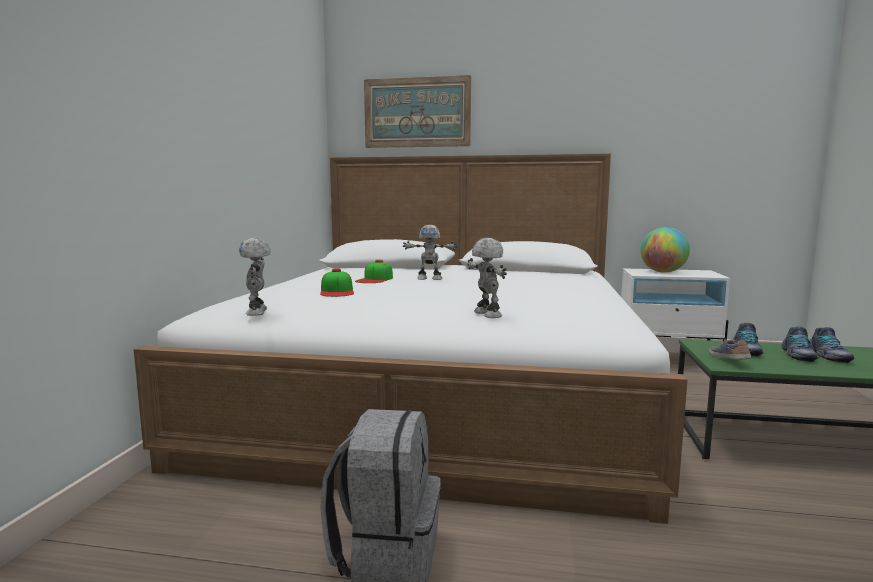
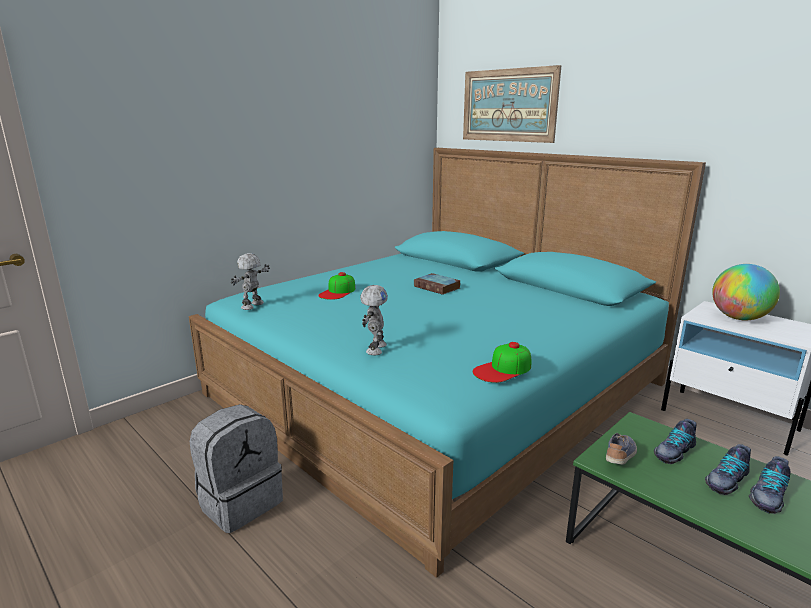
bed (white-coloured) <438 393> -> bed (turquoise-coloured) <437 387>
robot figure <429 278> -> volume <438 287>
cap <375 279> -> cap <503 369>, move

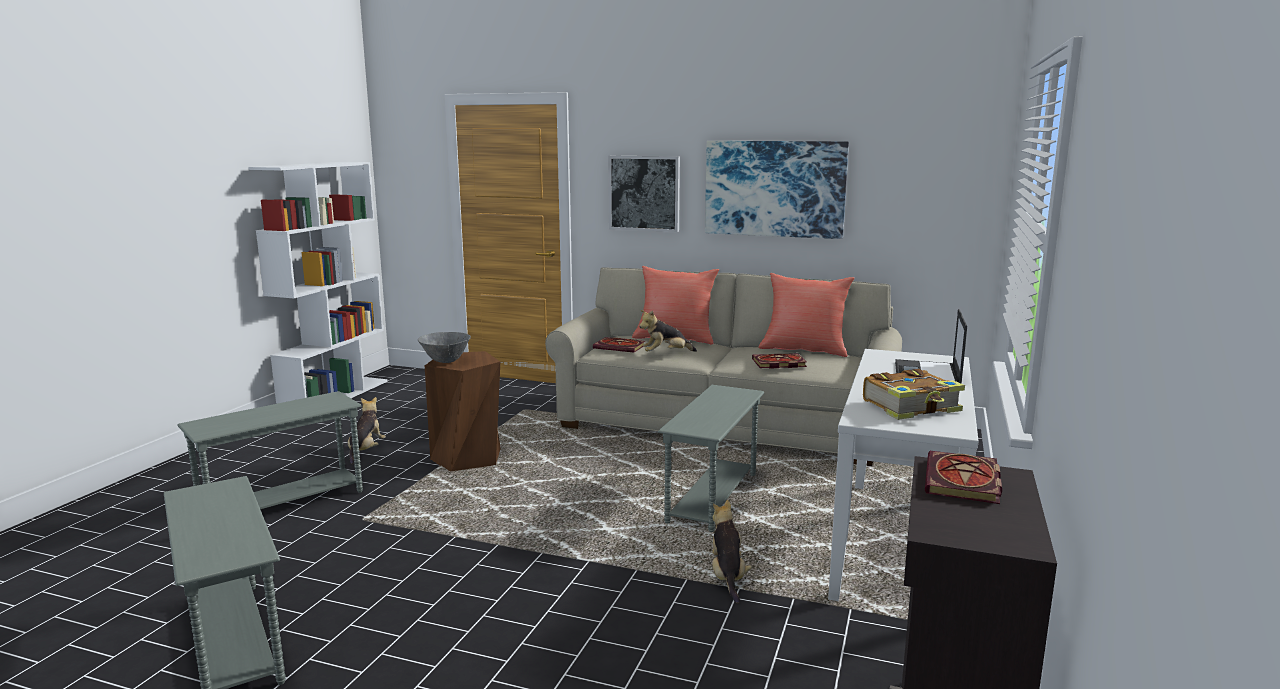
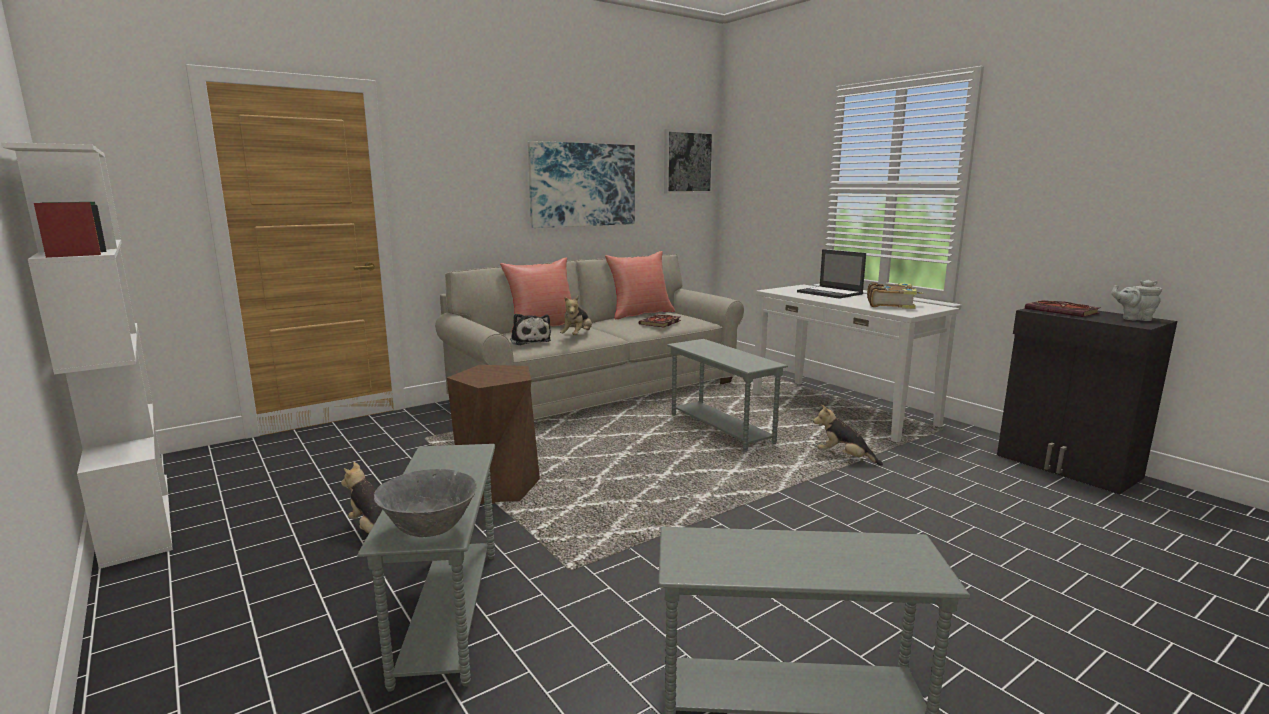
wall art <644 193> -> wall art <687 162>, move
serving bowl (greyish) <445 361> -> serving bowl (greyish) <429 531>, move
volume <621 347> -> plush toy <530 341>
none -> tea pot (greyish) <1134 318>

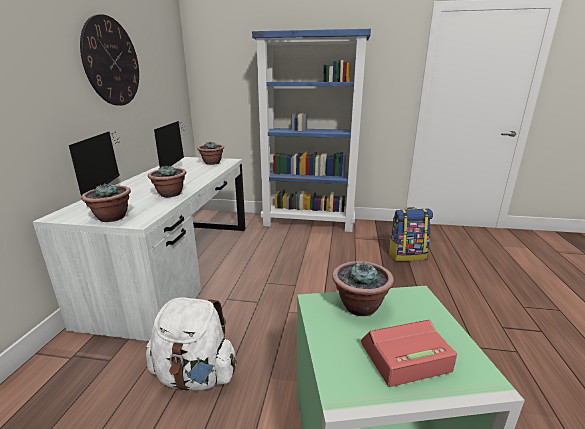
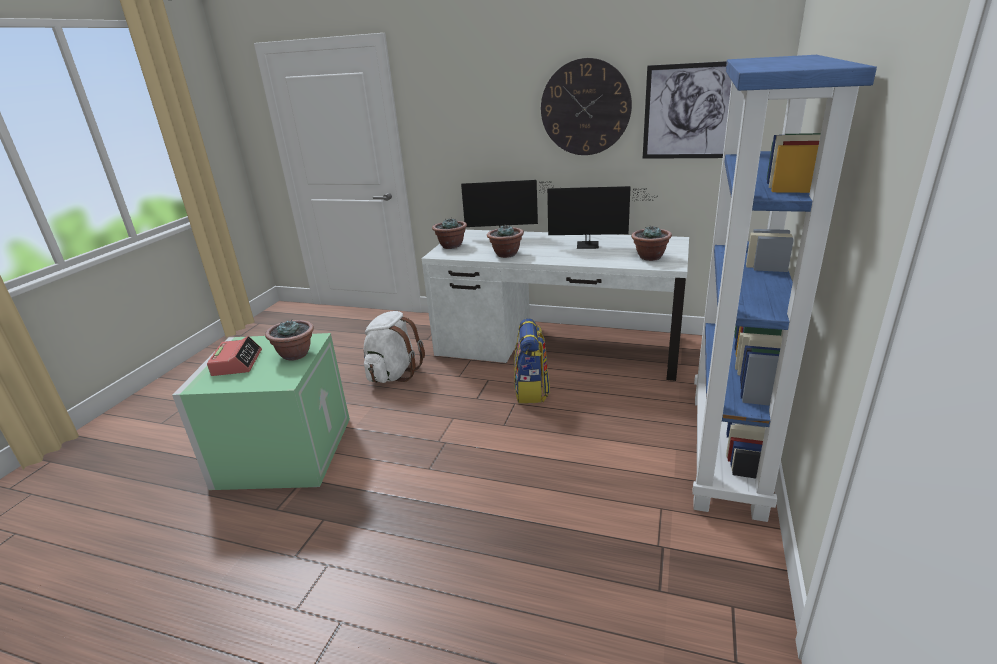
rucksack <407 255> -> rucksack <532 390>, move
none -> wall art <691 112>

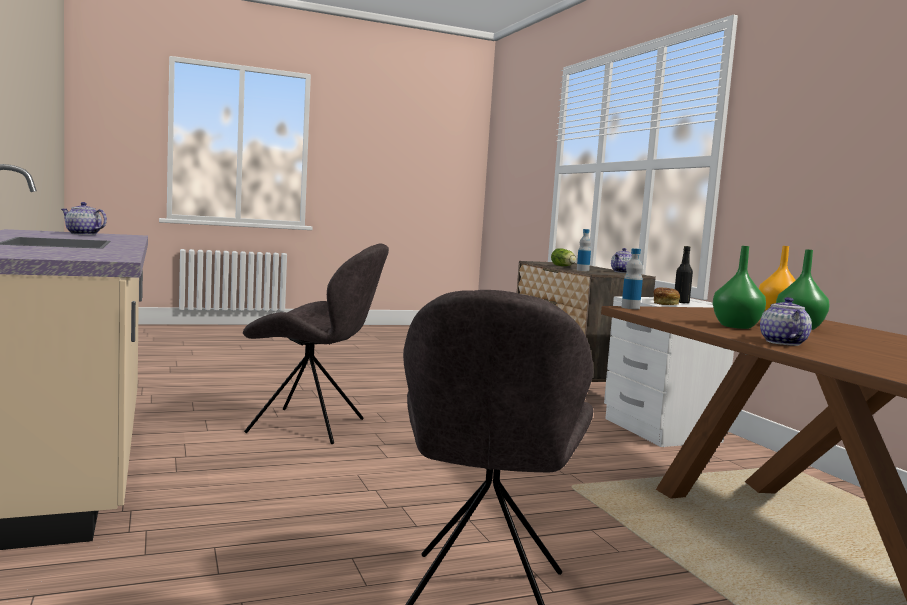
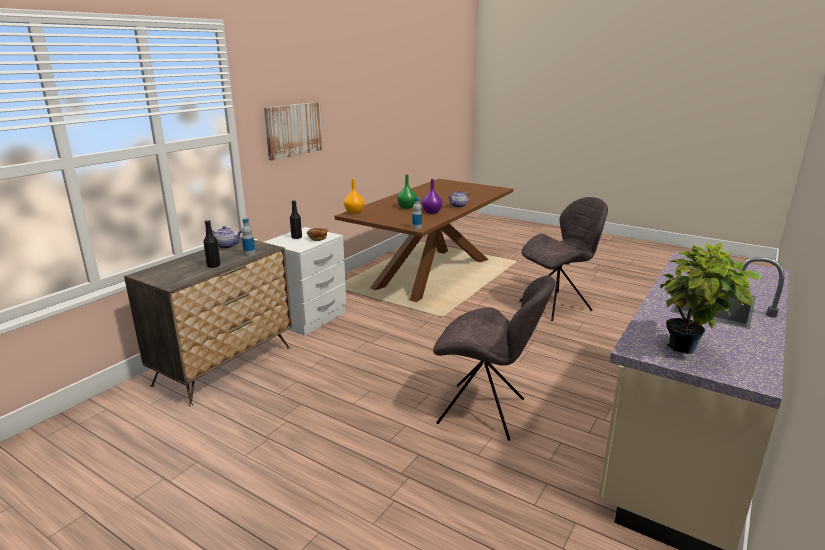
tea pot <82 234> -> houseplant <688 351>
plain chair (greyish) <311 426> -> plain chair (greyish) <485 412>, 135 degrees clockwise
flower vase (green-coloured) <735 326> -> flower vase (purple-coloured) <432 212>
lettuce <563 266> -> beverage bottle (black) <213 266>
none -> wall art <293 130>

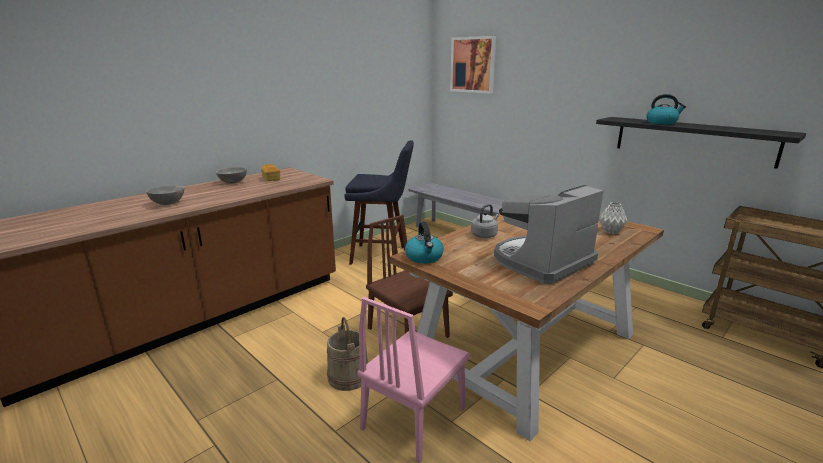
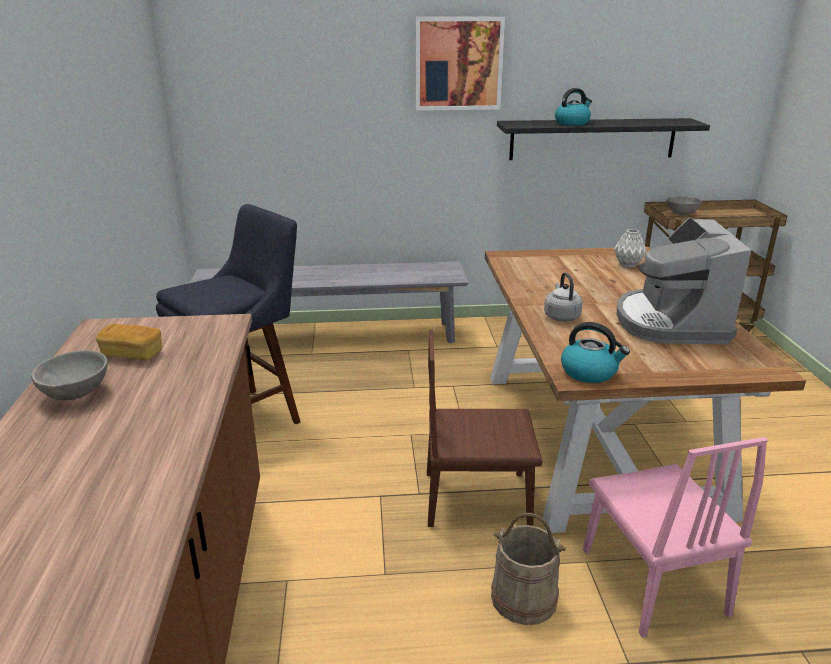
wall art <473 65> -> wall art <458 64>, move
serving bowl (greyish) <167 203> -> serving bowl (greyish) <680 214>, move

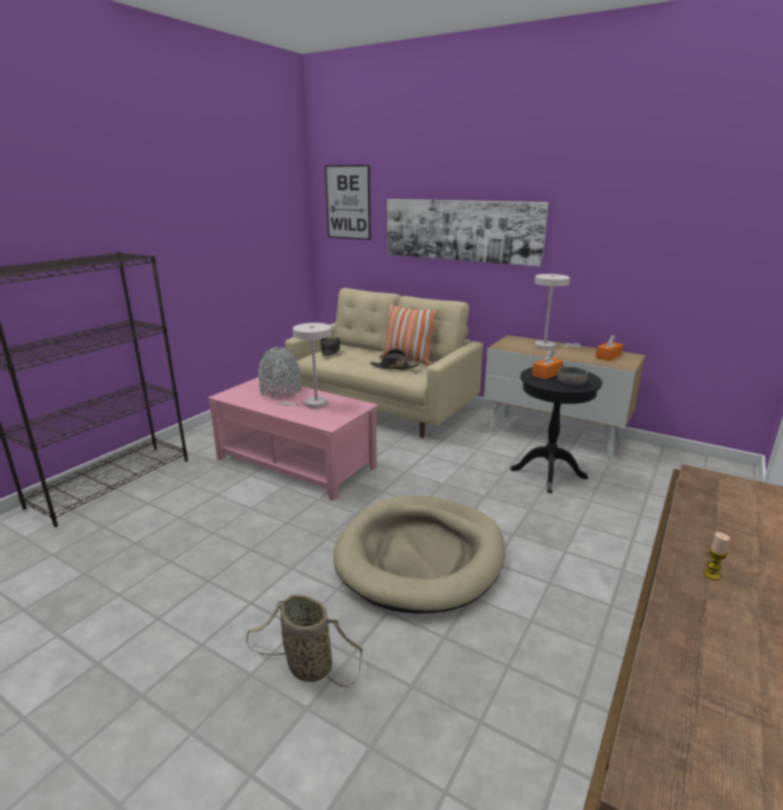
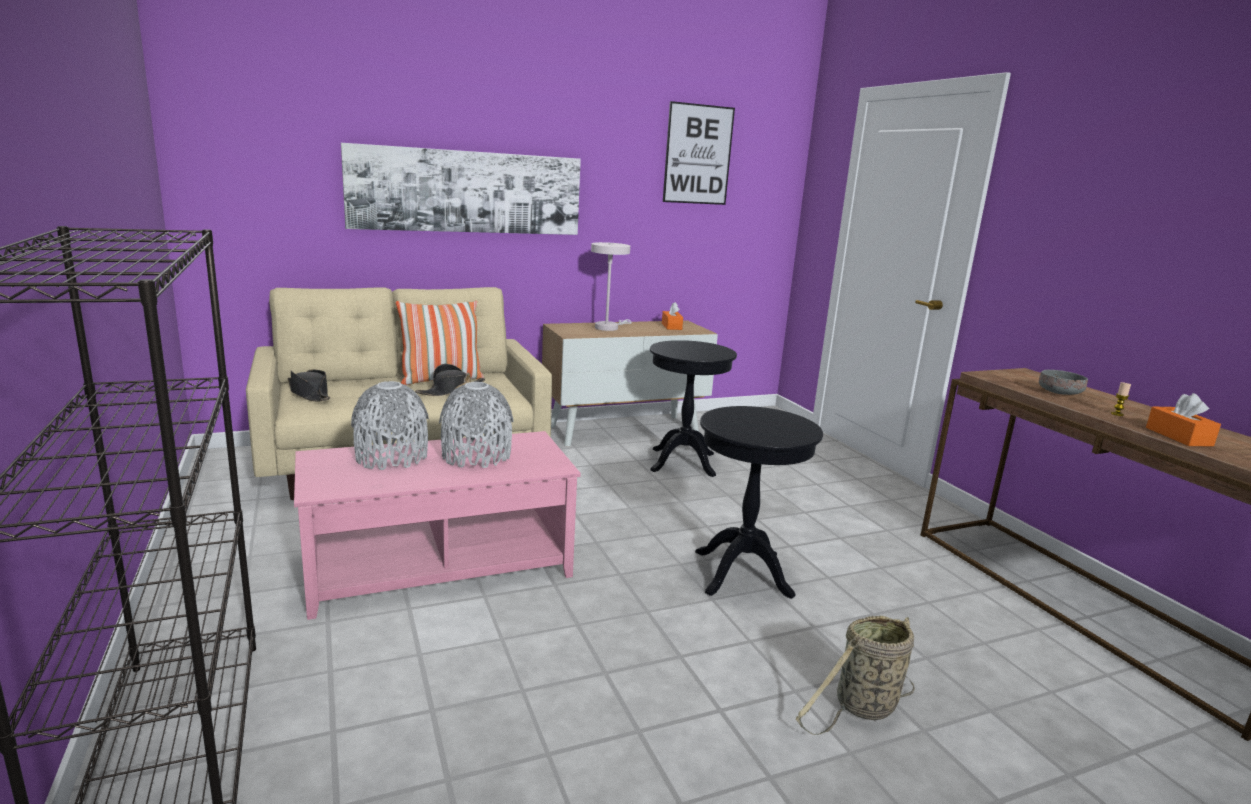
wall art <348 202> -> wall art <698 154>, move
table lamp (white-coloured) <311 404> -> flower vase (greyish) <476 456>
box of tissues (orange-coloured) <546 374> -> box of tissues (orange-coloured) <1178 436>, move
serving bowl (greyish) <572 383> -> serving bowl (greyish) <1059 393>, move
dog bed (sand-coloured) <420 556> -> end table (black) <742 573>

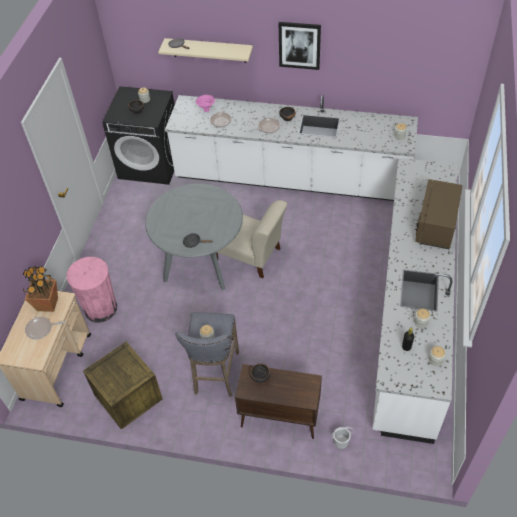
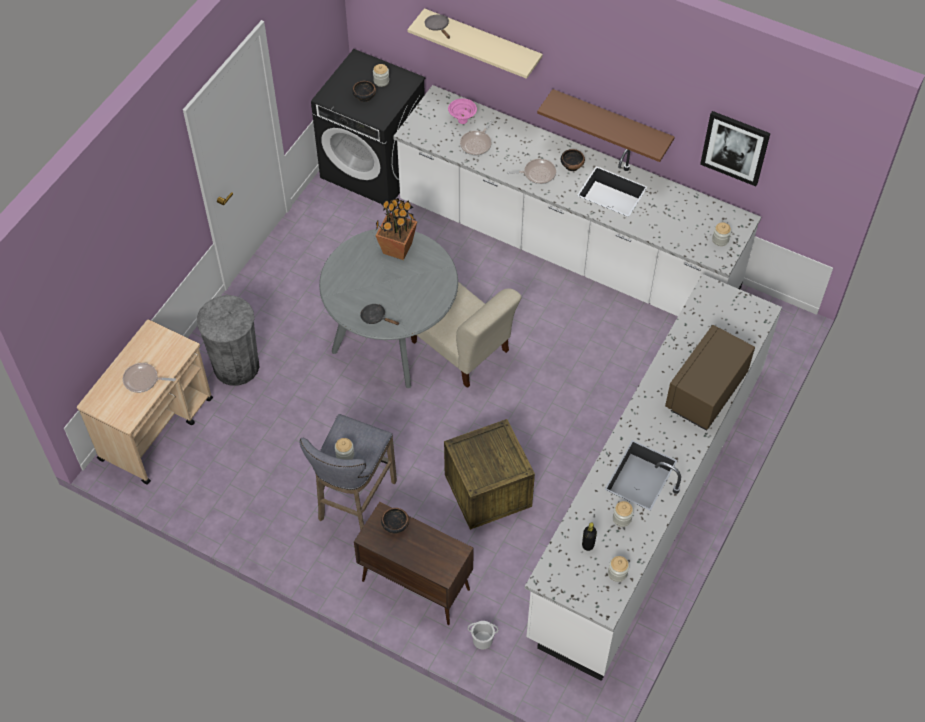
wall art <299 45> -> wall art <735 147>, move
trash can (pink) <100 309> -> trash can (greyish) <236 366>
houseplant <47 304> -> houseplant <397 248>, move
packing crate <128 397> -> packing crate <488 490>, move
none -> wall shelf (brown-coloured) <611 123>

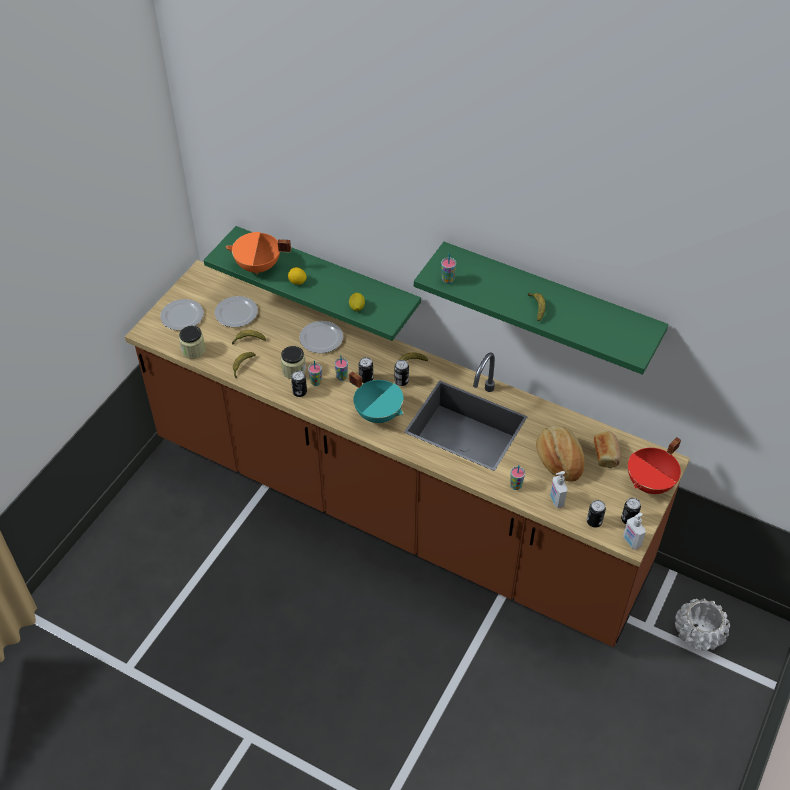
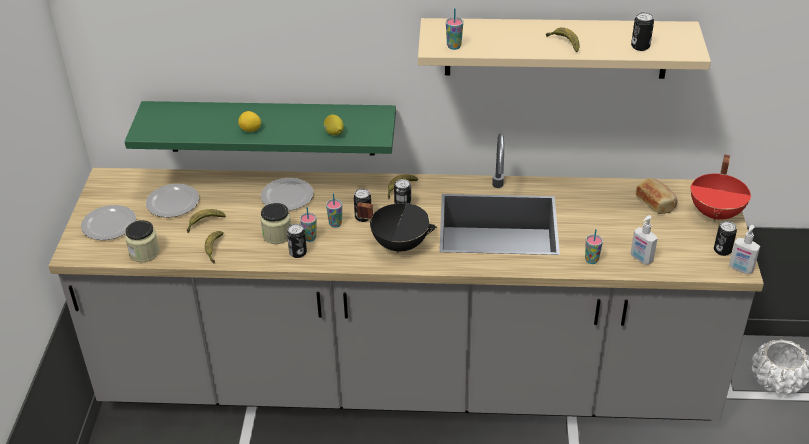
saucepot (orange-coloured) <258 267> -> none
wall shelf (green-coloured) <549 301> -> wall shelf (sand-coloured) <556 48>
kitchen counter (brown-coloured) <394 508> -> kitchen counter (greyish) <407 381>
saucepot (turquoise-coloured) <379 413> -> saucepot (black) <400 243>
bread <559 460> -> none
can <594 521> -> can <640 46>, move

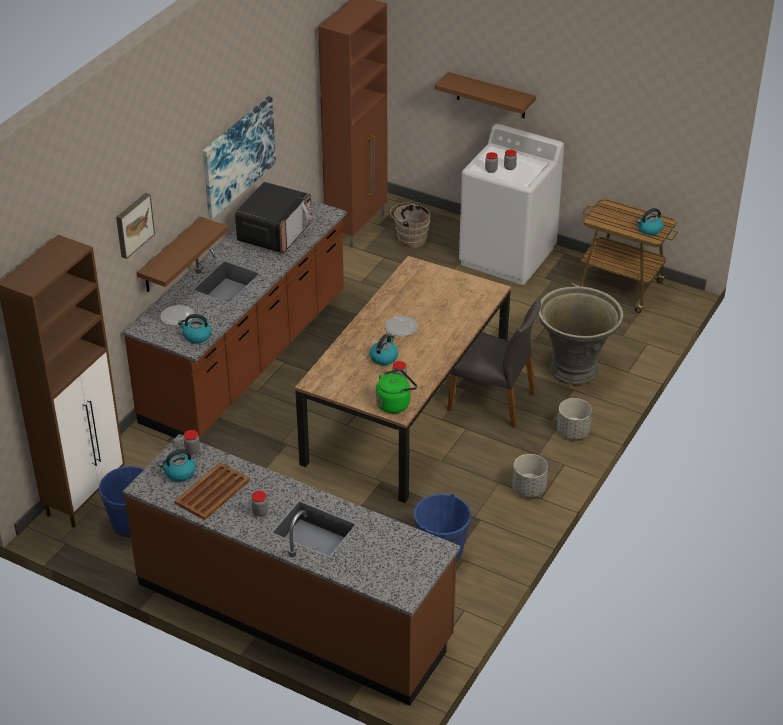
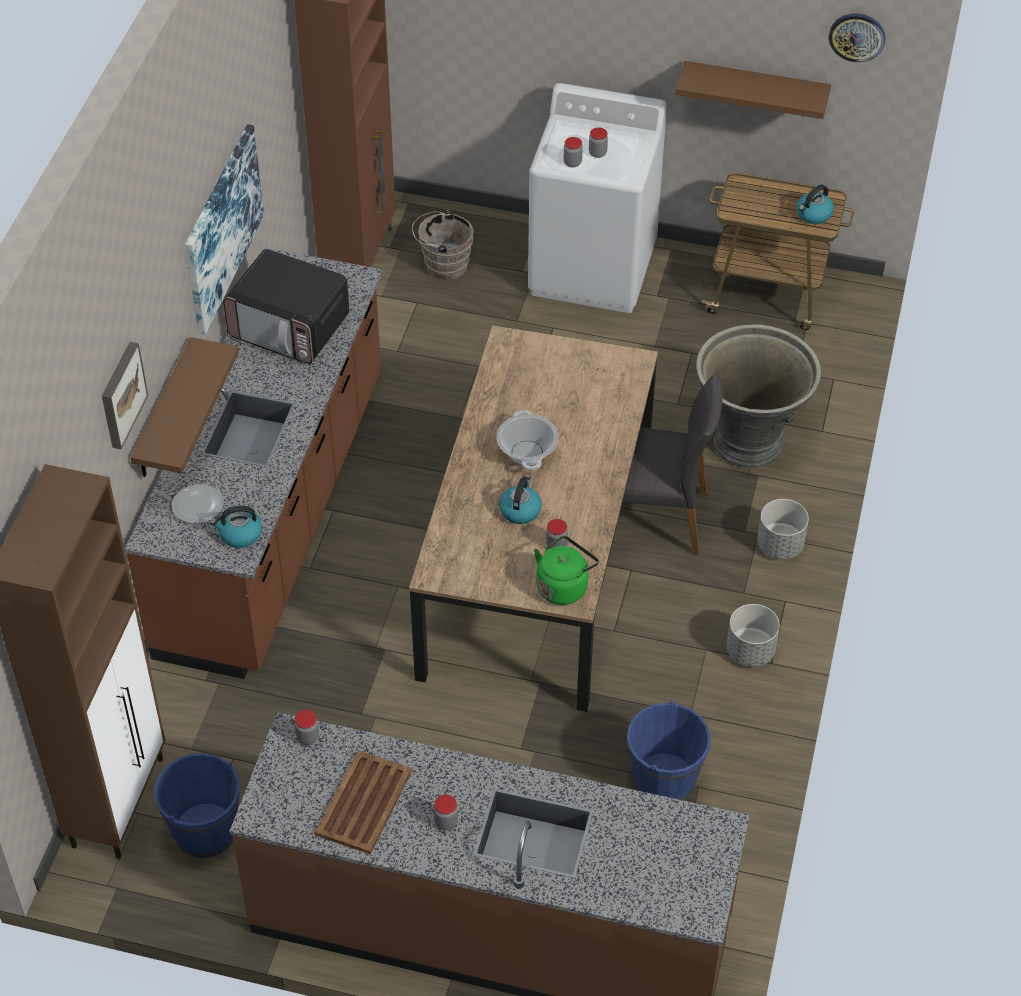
wall shelf (brown-coloured) <491 96> -> wall shelf (brown-coloured) <755 89>, move
kitchen microwave <275 233> -> kitchen microwave <290 328>, 105 degrees clockwise
flat dish <401 327> -> saucepot <527 453>
tea kettle <179 473> -> none
none -> clock on the wall <857 36>

